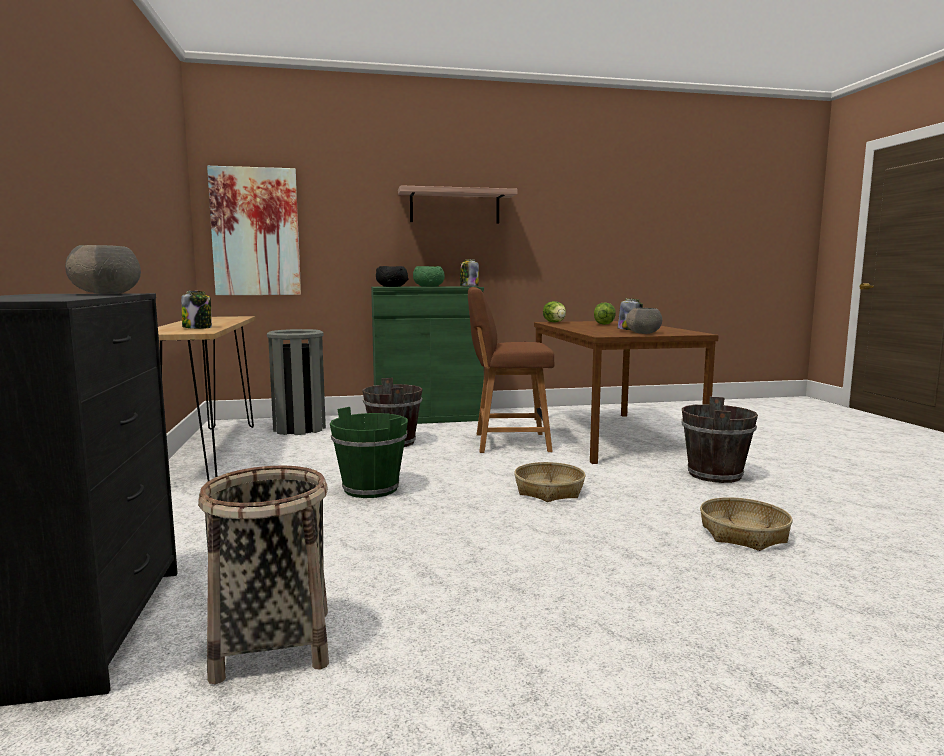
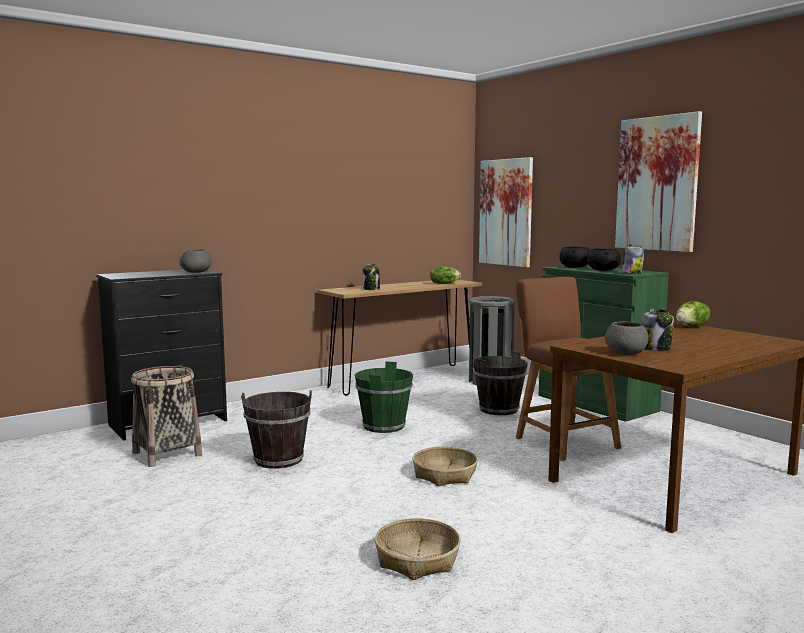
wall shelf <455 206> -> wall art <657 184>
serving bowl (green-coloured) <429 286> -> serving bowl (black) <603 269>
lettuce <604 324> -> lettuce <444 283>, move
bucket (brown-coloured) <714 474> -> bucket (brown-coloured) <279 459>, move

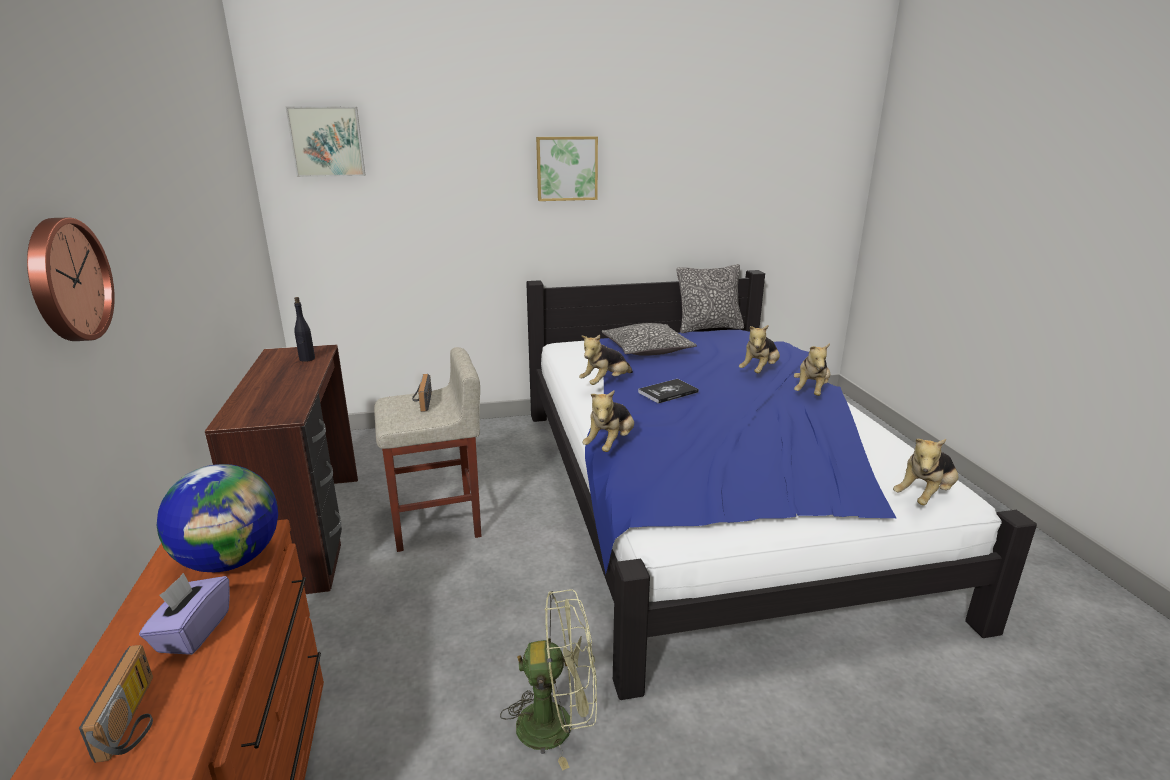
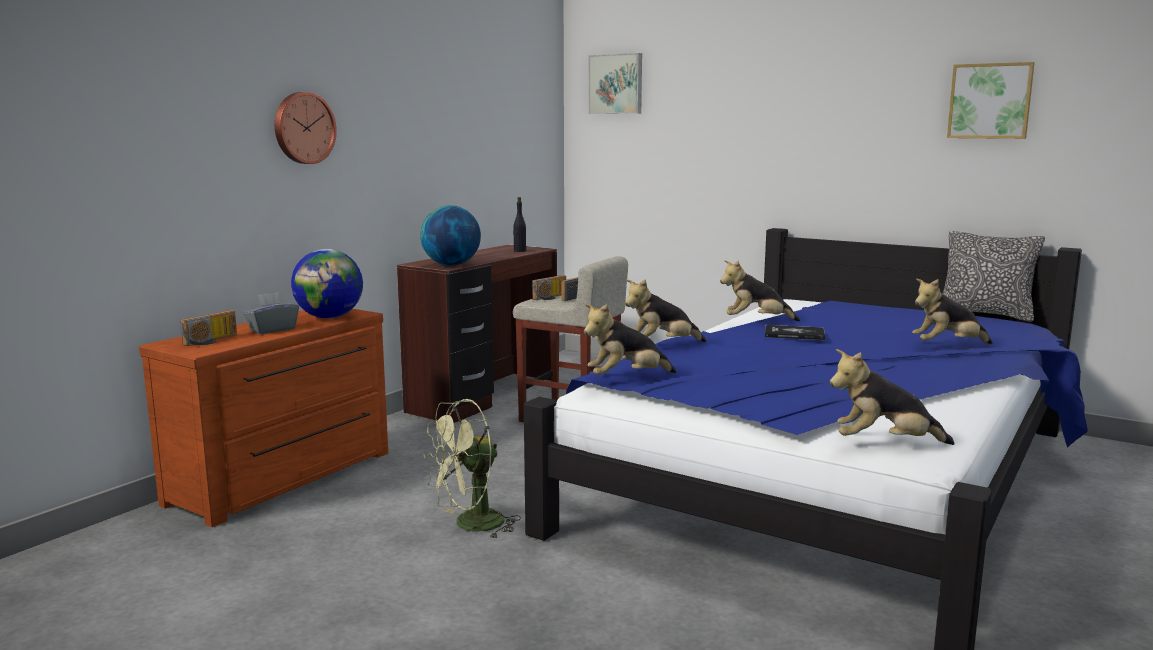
wall art <566 168> -> wall art <990 101>, move
pillow <647 350> -> none
plush toy <811 392> -> plush toy <626 378>, move
box of tissues (purple-coloured) <193 632> -> box of tissues (greyish) <272 330>
electric fan (green-coloured) <557 723> -> electric fan (green-coloured) <470 525>, 105 degrees clockwise
none -> world globe <451 265>
none -> radio set <551 297>

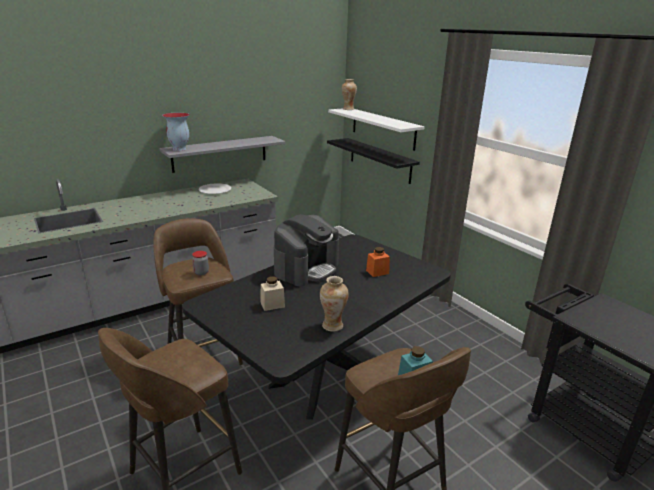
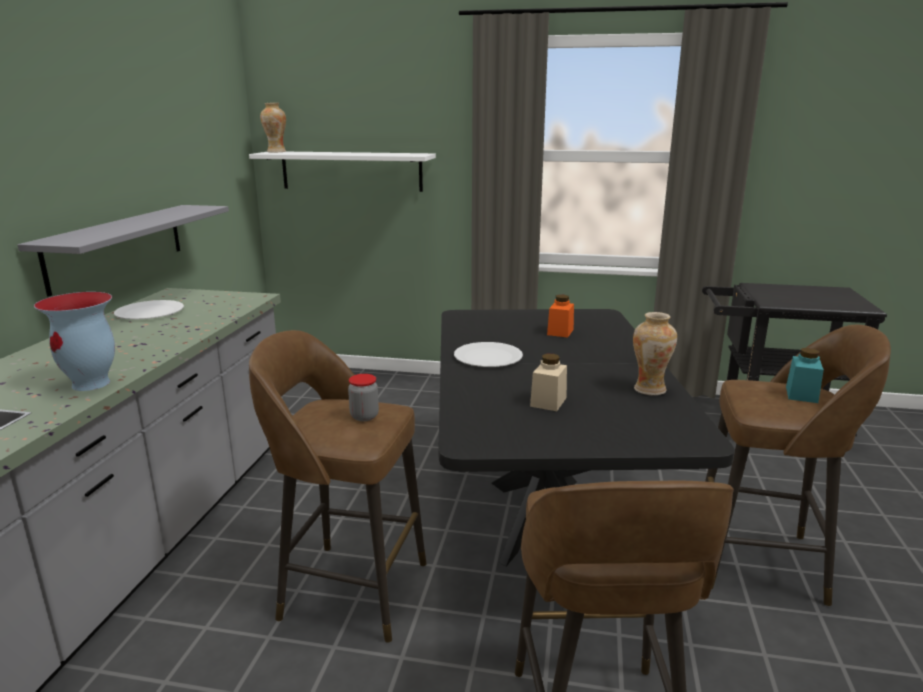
flower vase <179 149> -> flower vase <92 384>, move
wall shelf (black) <379 160> -> none
coffee maker <306 269> -> flat dish (white-coloured) <488 357>

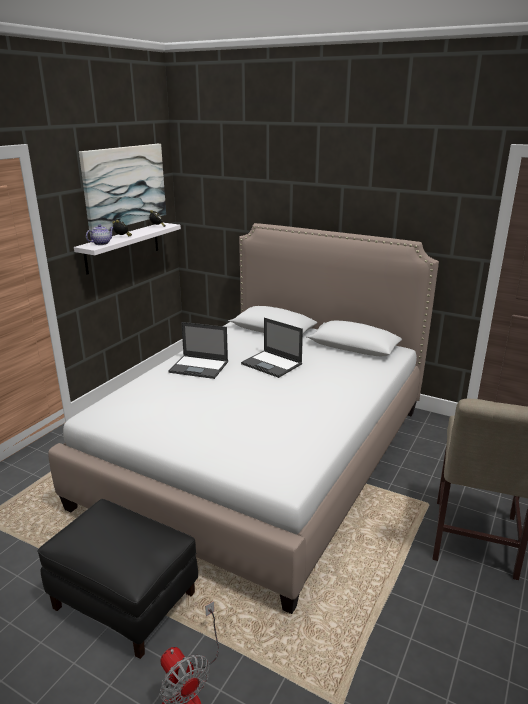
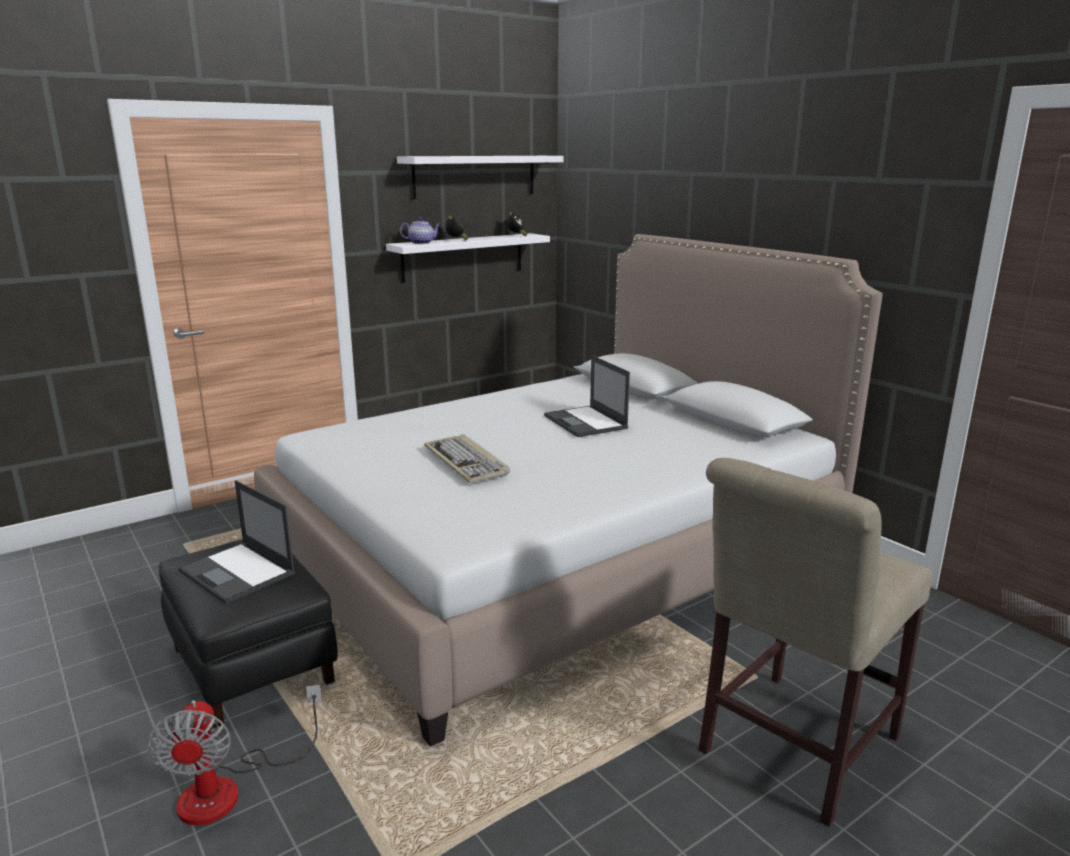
wall art <125 186> -> wall shelf (white-coloured) <475 176>
notebook computer <199 367> -> notebook computer <238 573>, move
none -> computer keyboard <467 462>

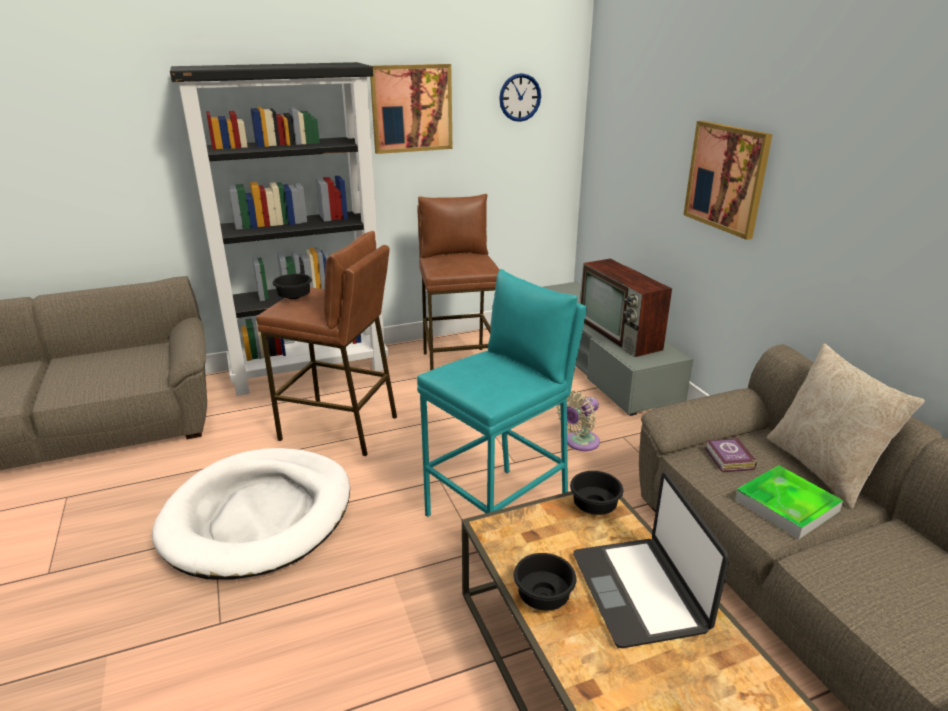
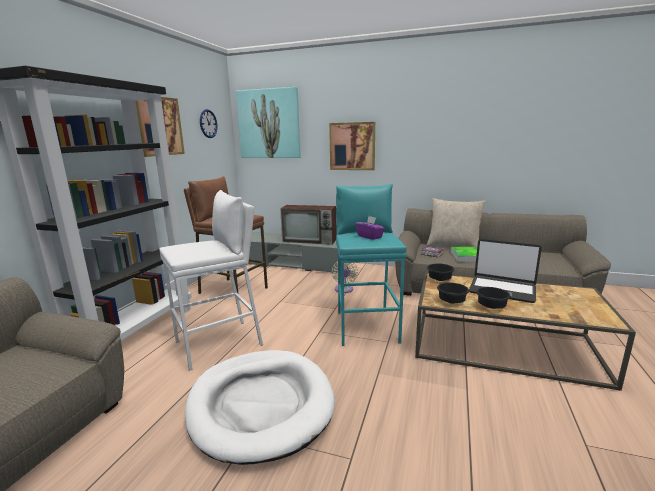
stool seat (brown-coloured) <339 428> -> stool seat (white-coloured) <219 343>
serving bowl (black) <293 297> -> serving bowl (black) <452 302>, move
none -> wall art <269 124>
none -> box of tissues (purple-coloured) <370 237>

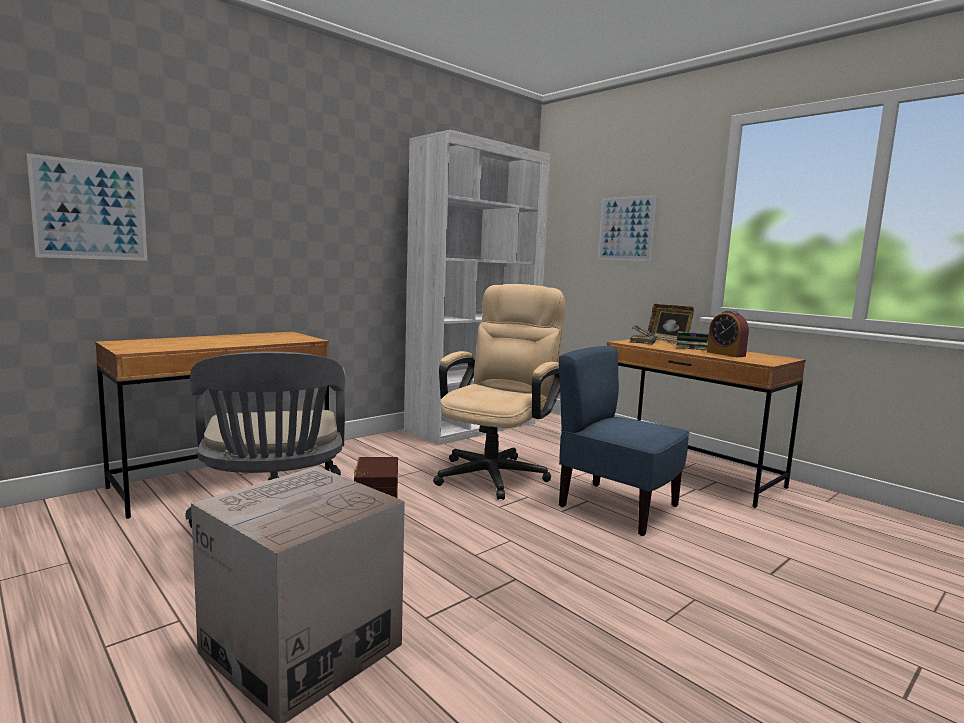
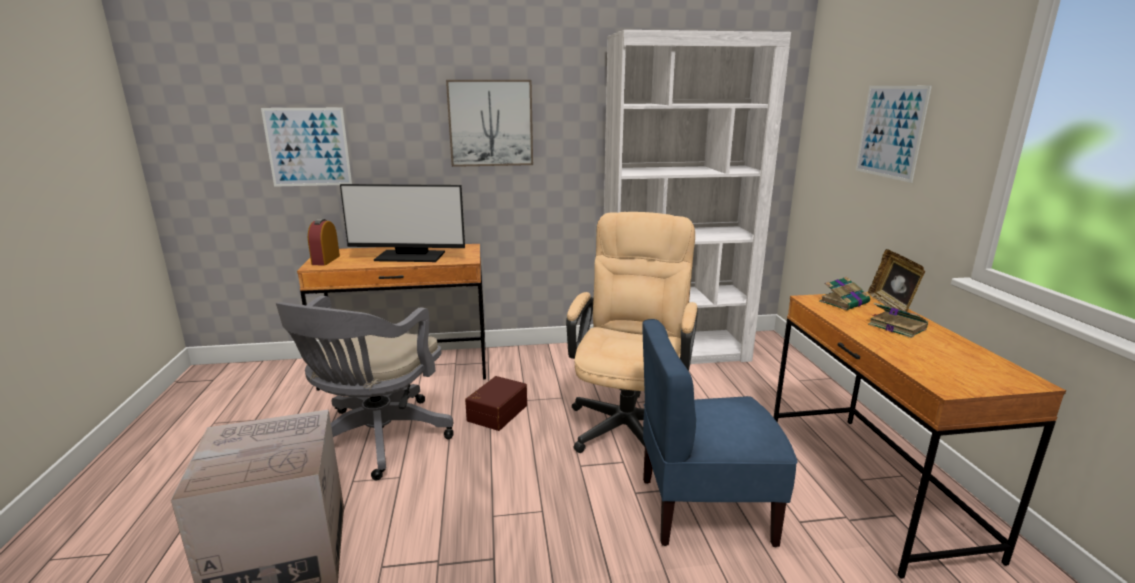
office chair (sand-coloured) <496 472> -> office chair (sand-coloured) <629 420>, 45 degrees counterclockwise
alarm clock <725 354> -> alarm clock <326 260>, move
plain chair (blue-coloured) <617 507> -> plain chair (blue-coloured) <704 509>, 75 degrees counterclockwise
none -> wall art <490 123>
none -> computer display <410 257>

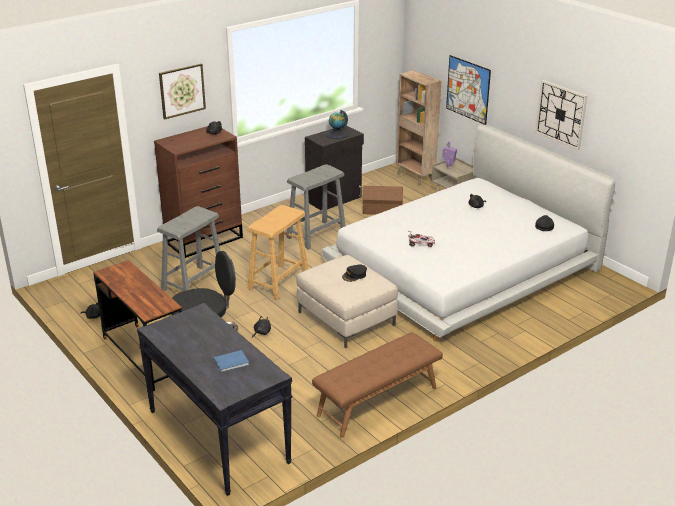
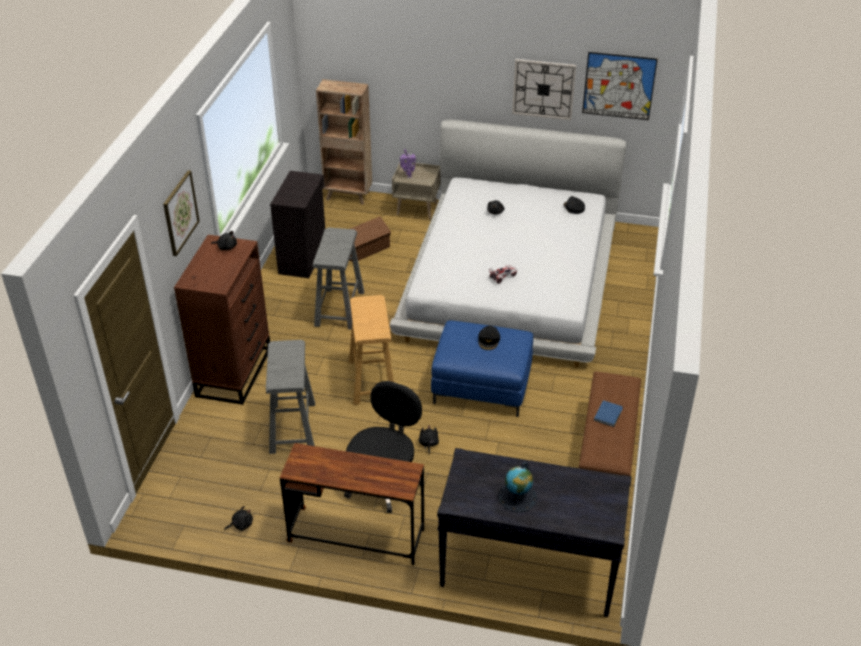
wall art <468 89> -> wall art <619 86>, move
world globe <337 134> -> world globe <517 497>, move
pouffe (sand-coloured) <346 318> -> pouffe (blue-coloured) <482 386>
volume (blue-coloured) <232 362> -> volume (blue-coloured) <609 414>, move

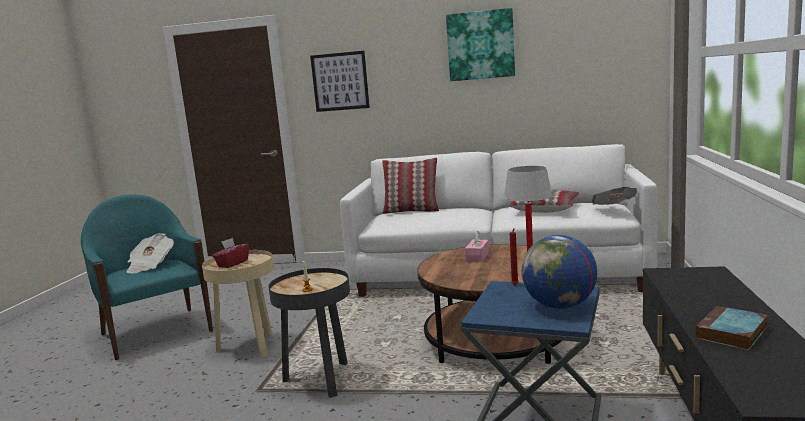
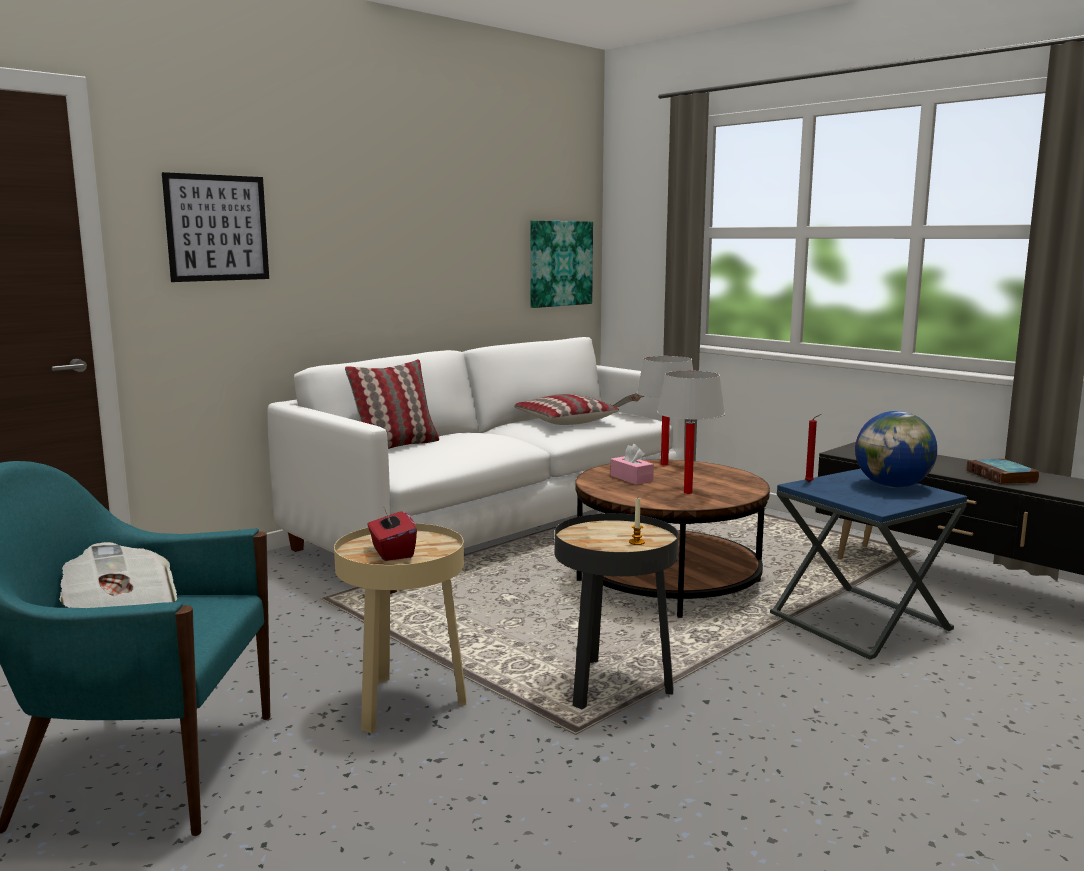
wall art <480 45> -> wall art <560 263>, move
none -> table lamp (white-coloured) <688 492>

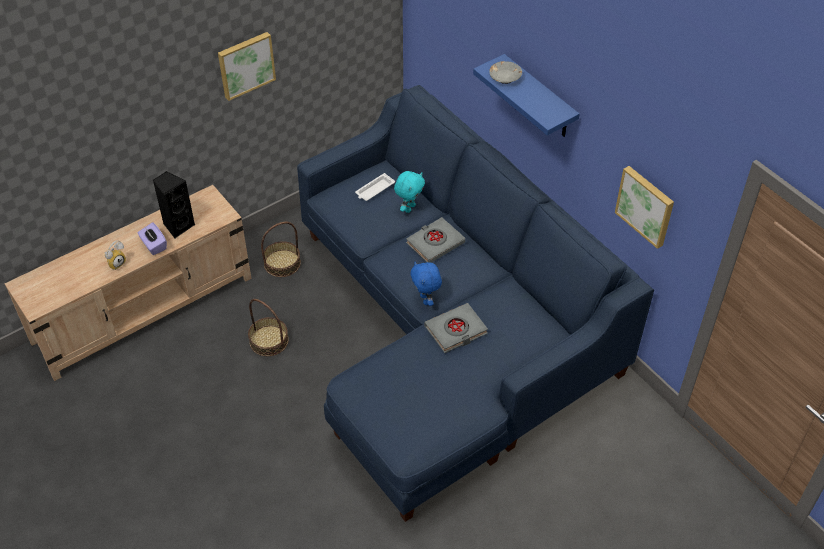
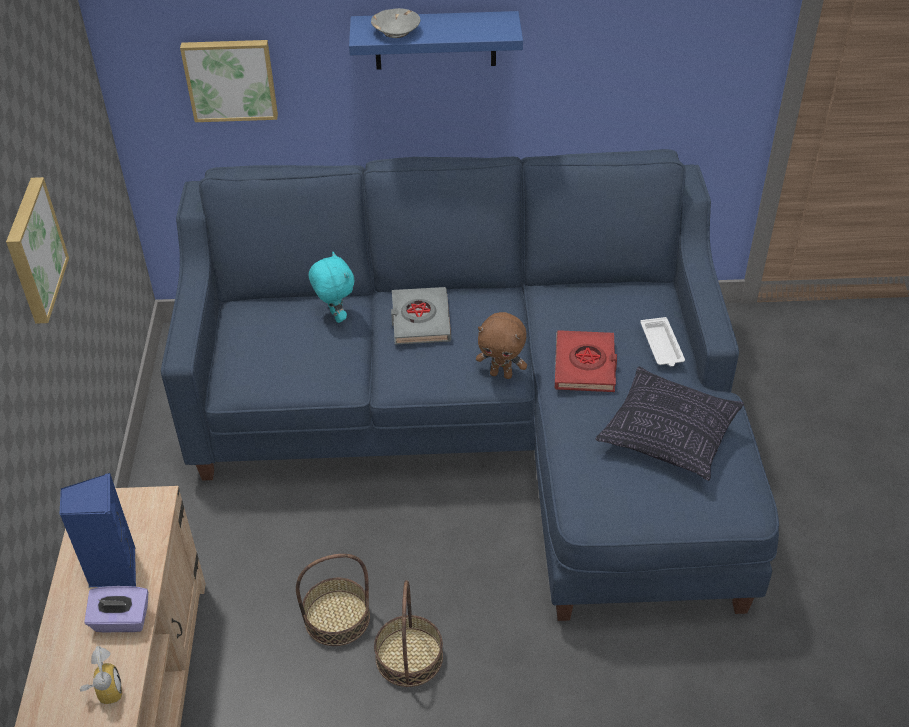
wall art <646 205> -> wall art <230 79>, move
loudspeaker (black) <178 226> -> loudspeaker (blue-coloured) <113 570>
serving tray (white-coloured) <374 190> -> serving tray (white-coloured) <662 346>, move
storage basket <282 263> -> storage basket <409 656>, move
plush toy (blue-coloured) <426 300> -> plush toy (brown-coloured) <501 374>
volume (greyish) <456 331> -> volume (red-coloured) <585 366>
none -> pillow <669 435>

